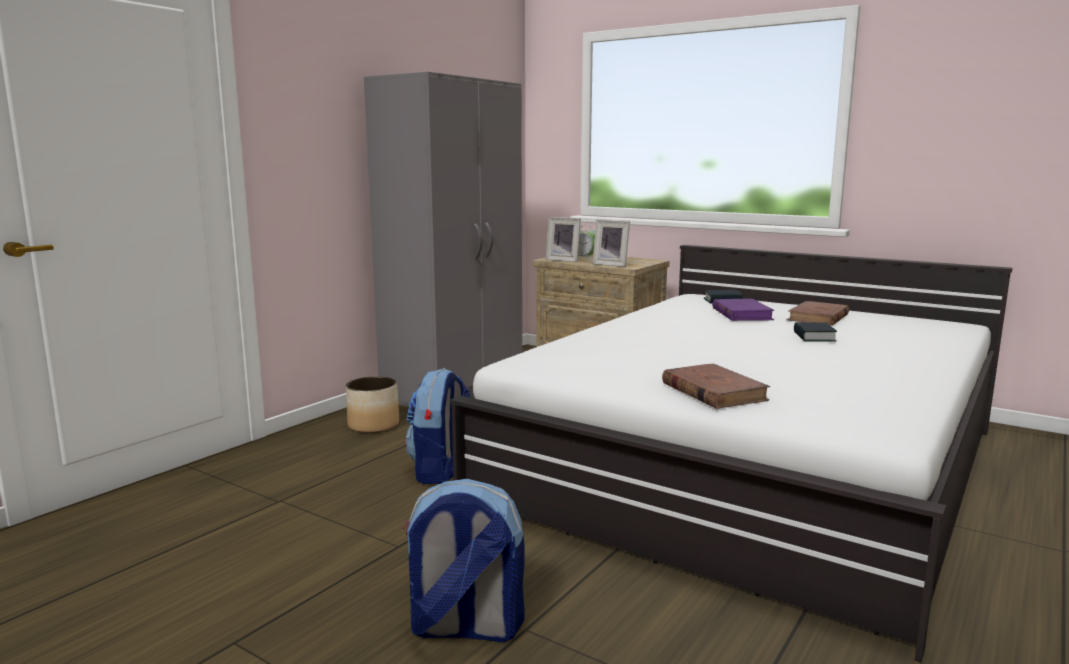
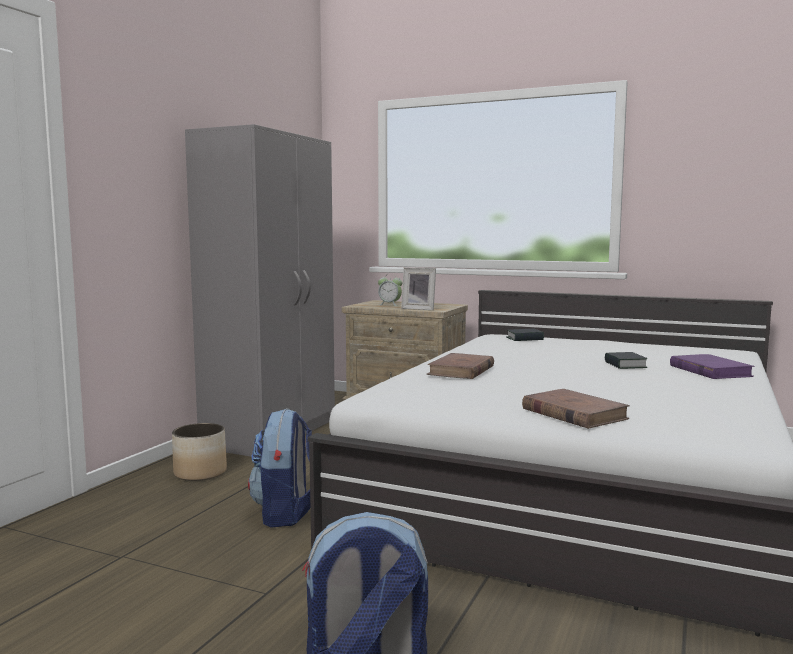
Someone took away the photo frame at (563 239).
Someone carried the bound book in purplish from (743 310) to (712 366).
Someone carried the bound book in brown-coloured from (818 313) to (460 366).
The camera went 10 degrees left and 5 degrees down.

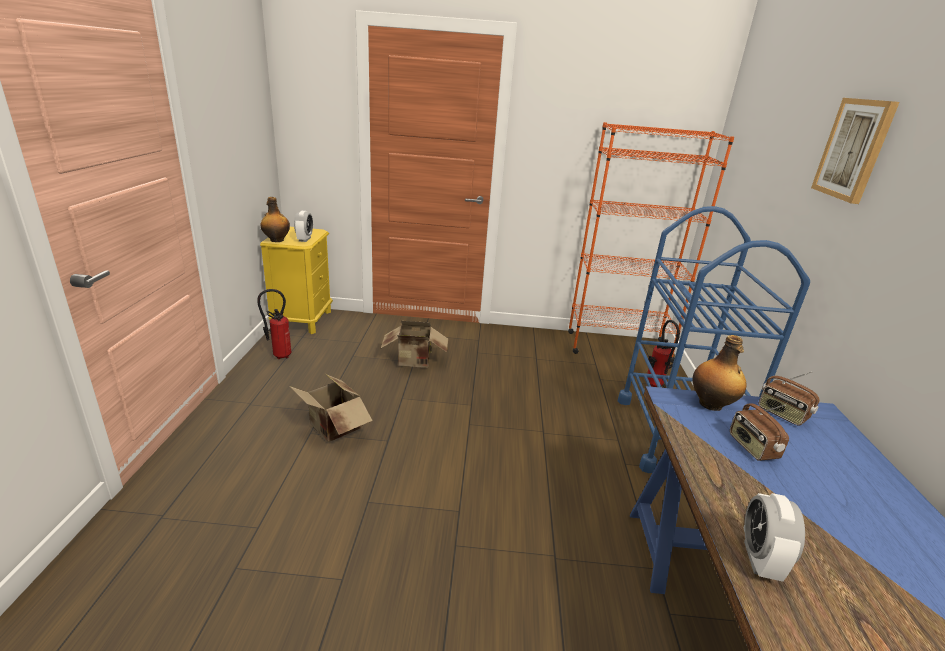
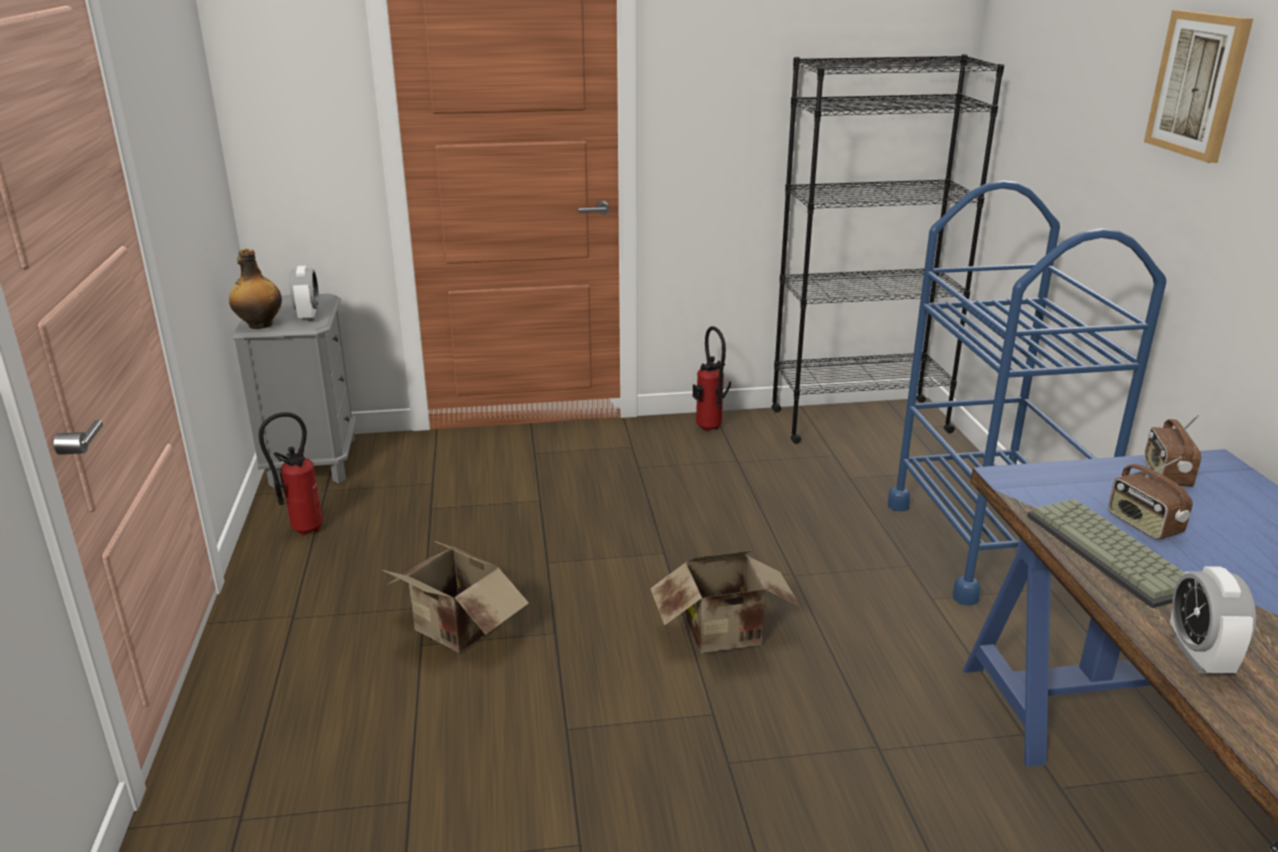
Someone took away the drink bottle at (719 373).
Someone put down the keyboard at (1106 553).
Someone carried the cardboard box from (414 344) to (725 601).
Someone carried the extinguisher from (663 353) to (712 379).
Someone repainted the bedside table in yellow at (296 280), which became the bedside table in grey at (295 390).
Someone repainted the bookshelf in orange at (651 242), which became the bookshelf in black-coloured at (887 249).
Someone rotated the radio set at (789 399) by 60 degrees clockwise.
The camera went 10 degrees left and 0 degrees up.

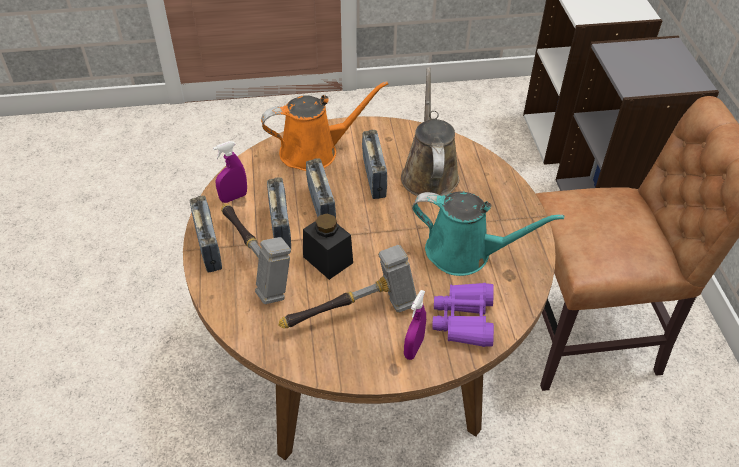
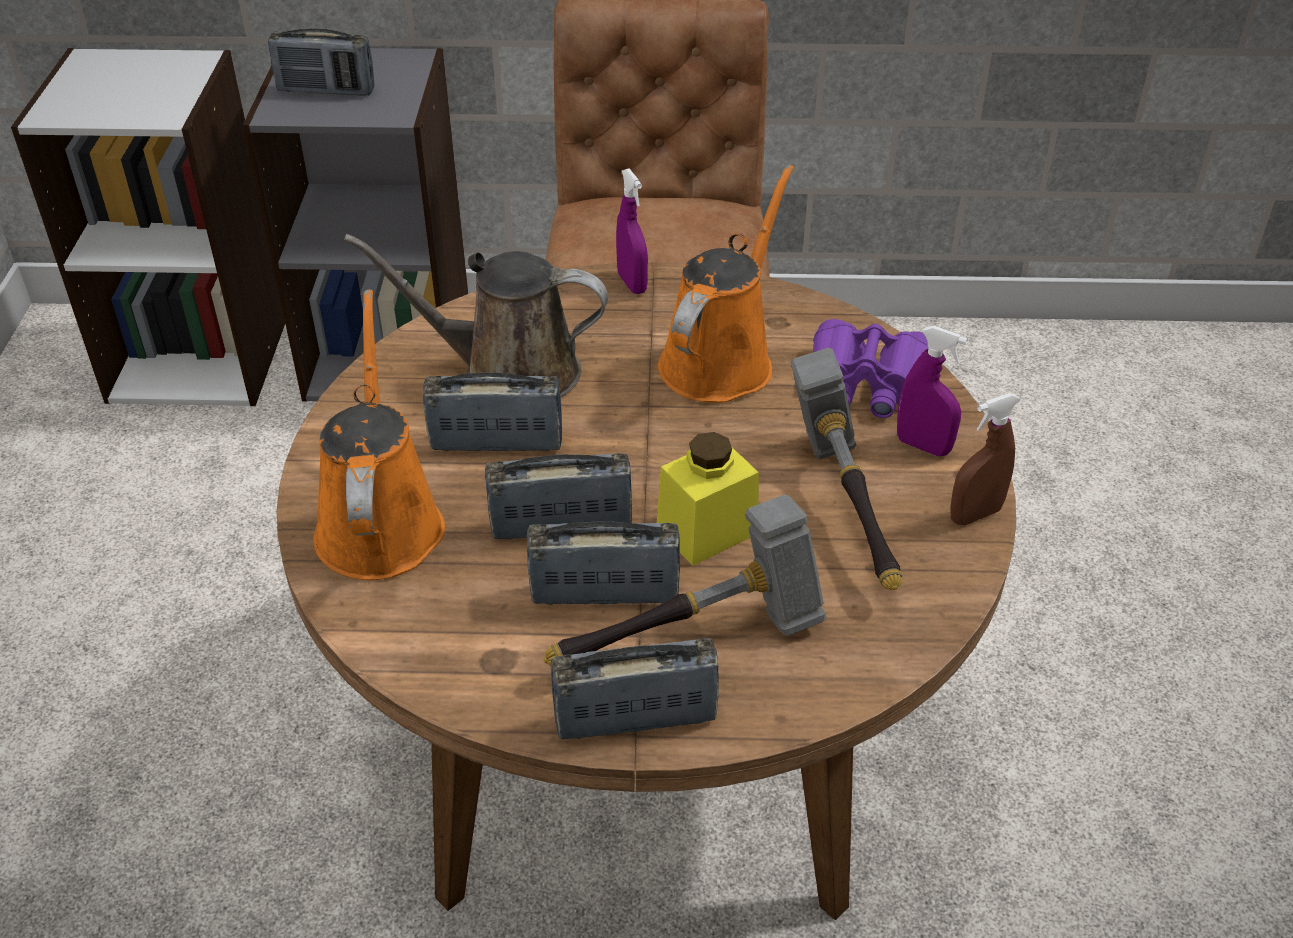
Someone put down the radio set at (321 62).
Someone put down the spray bottle in brown-coloured at (985 459).
Someone carried the spray bottle in purplish from (230 172) to (632 231).
Someone repainted the storage jar in black-coloured at (328 247), which became the storage jar in yellow at (708 499).
Someone repainted the watering pot in turquoise at (488 234), which became the watering pot in orange at (726 284).
The camera went 80 degrees left and 5 degrees down.

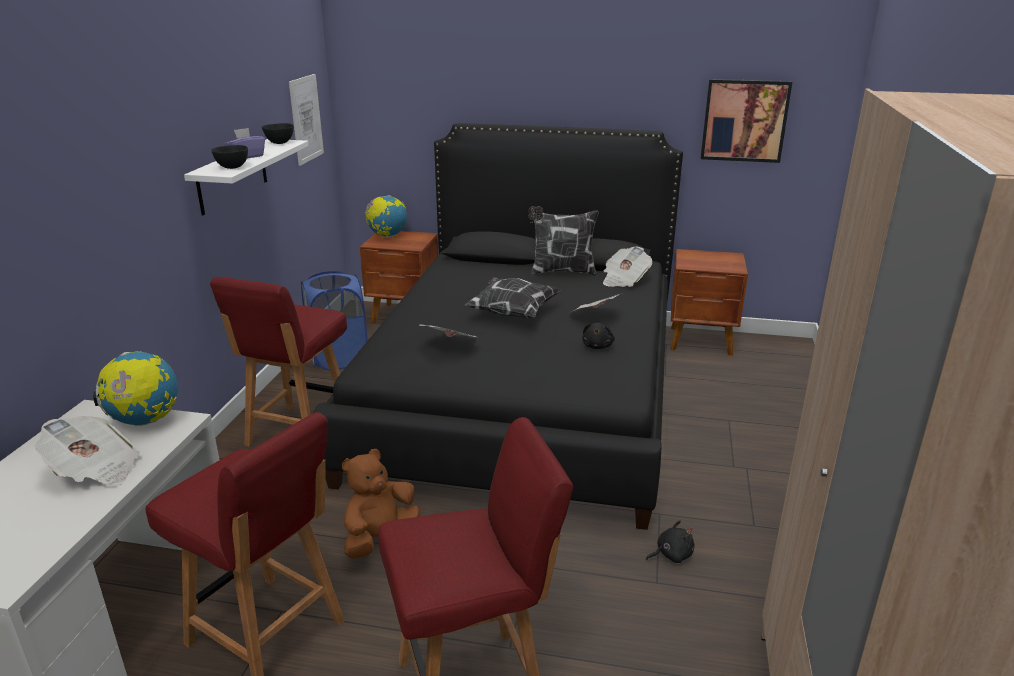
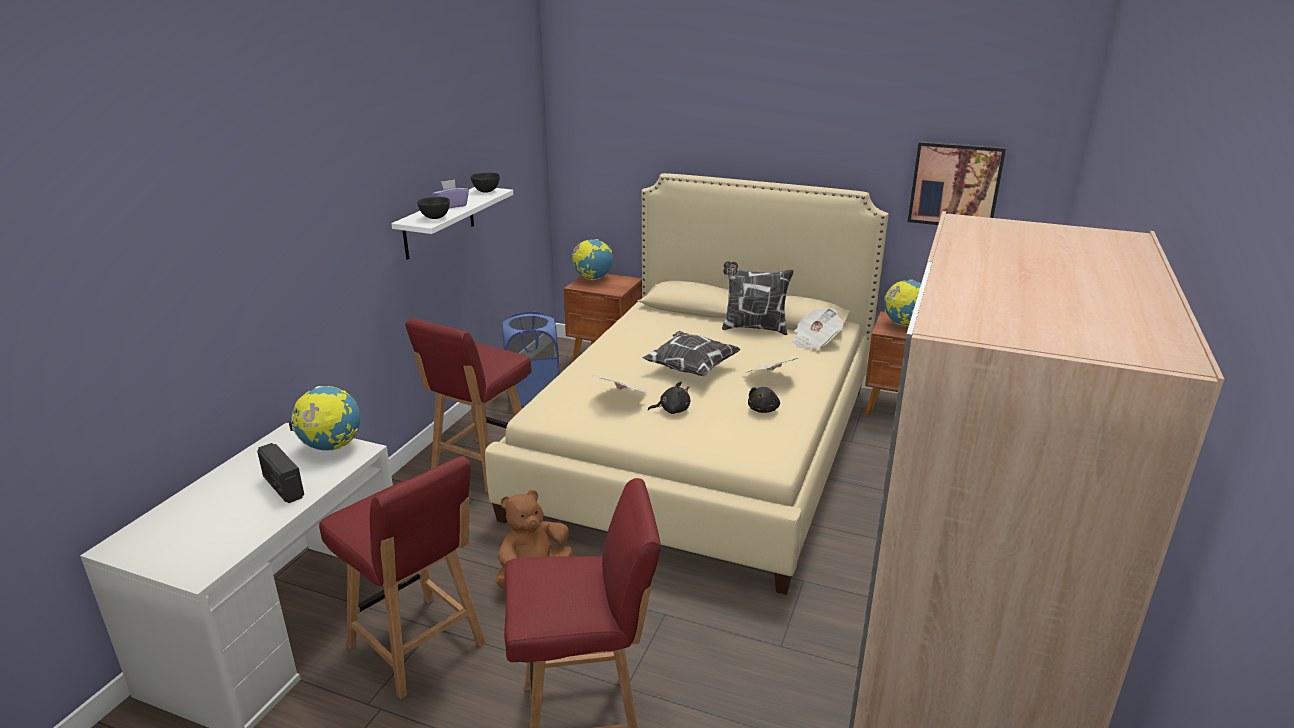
Someone took away the picture at (306 120).
Someone put down the globe at (902 303).
Someone carried the soft toy in black-coloured from (670 541) to (669 397).
Someone swapped the daily paper at (87 451) for the radio set at (280 473).
Someone repainted the bedroom bed in black-coloured at (498 327), which became the bedroom bed in beige at (687 384).
The camera went 10 degrees right and 0 degrees up.

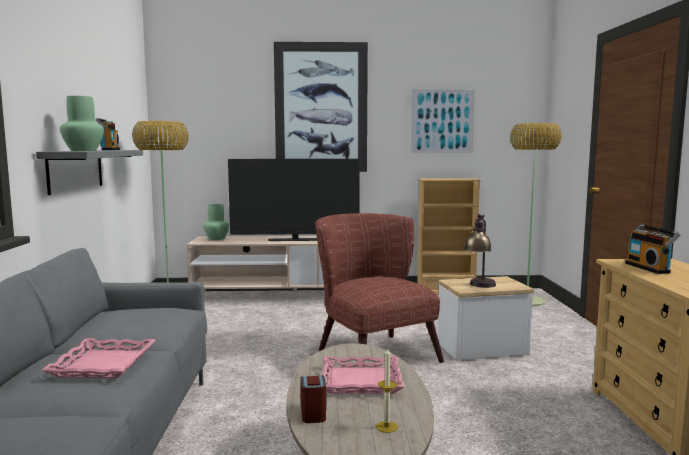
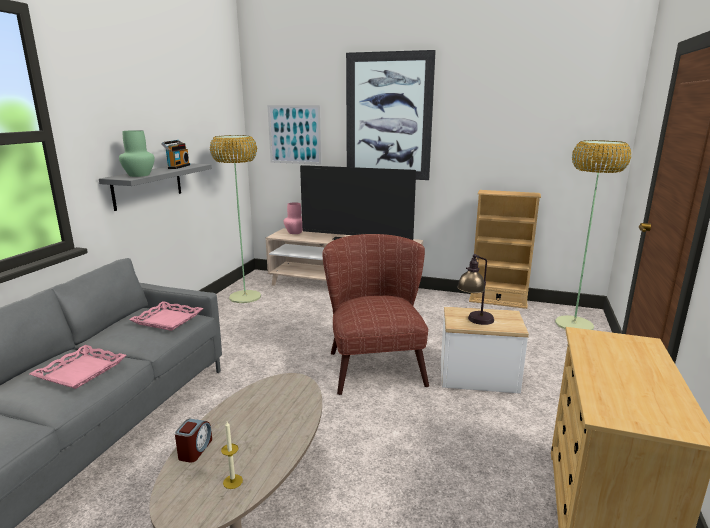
Someone took away the radio set at (652 249).
Someone carried the carrying tray in pink-coloured from (363 375) to (166 316).
Someone carried the picture from (443 121) to (294 135).
Someone repainted the flower vase in green at (216 222), which became the flower vase in pink-coloured at (293 218).
The camera went 20 degrees right and 10 degrees up.

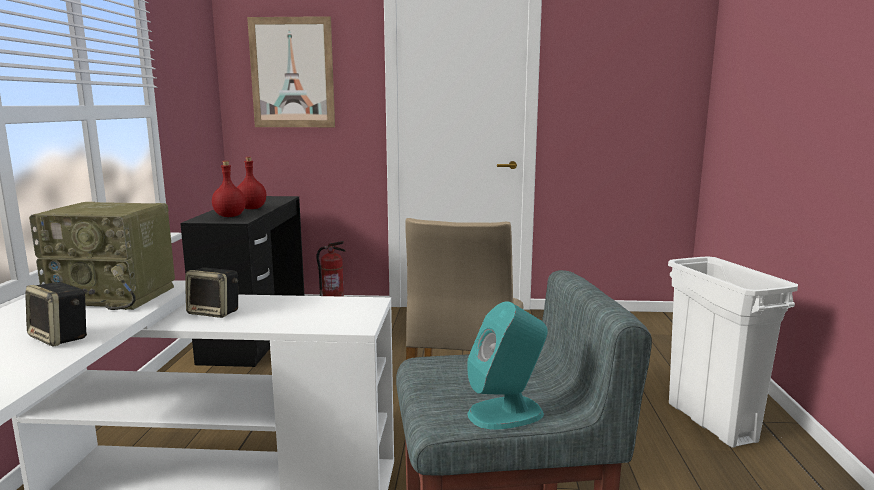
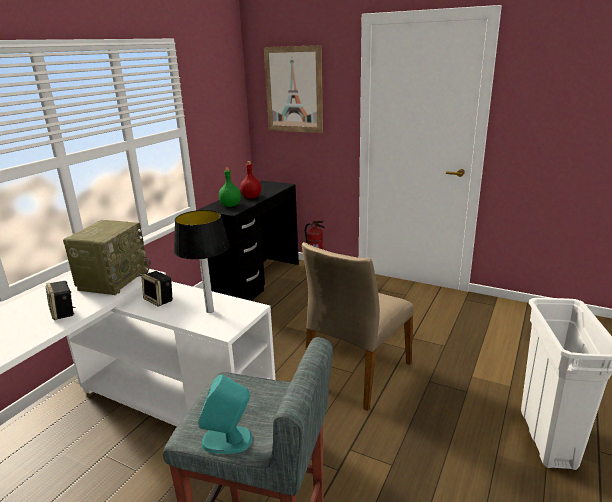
Someone put down the lamp for a table at (202 261).
Someone repainted the drink bottle in red-coloured at (229 189), which became the drink bottle in green at (230 187).
Someone rotated the radio set at (102 256) by 105 degrees counterclockwise.
The camera went 25 degrees right and 10 degrees up.

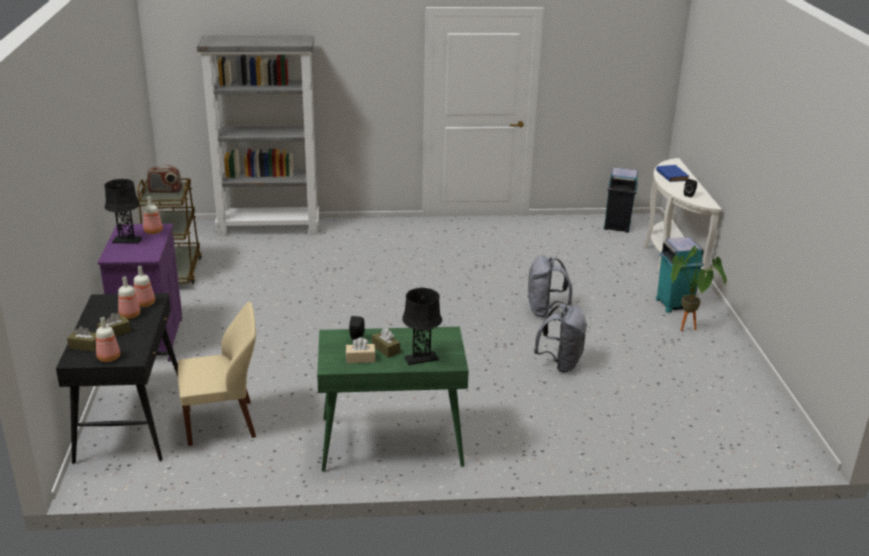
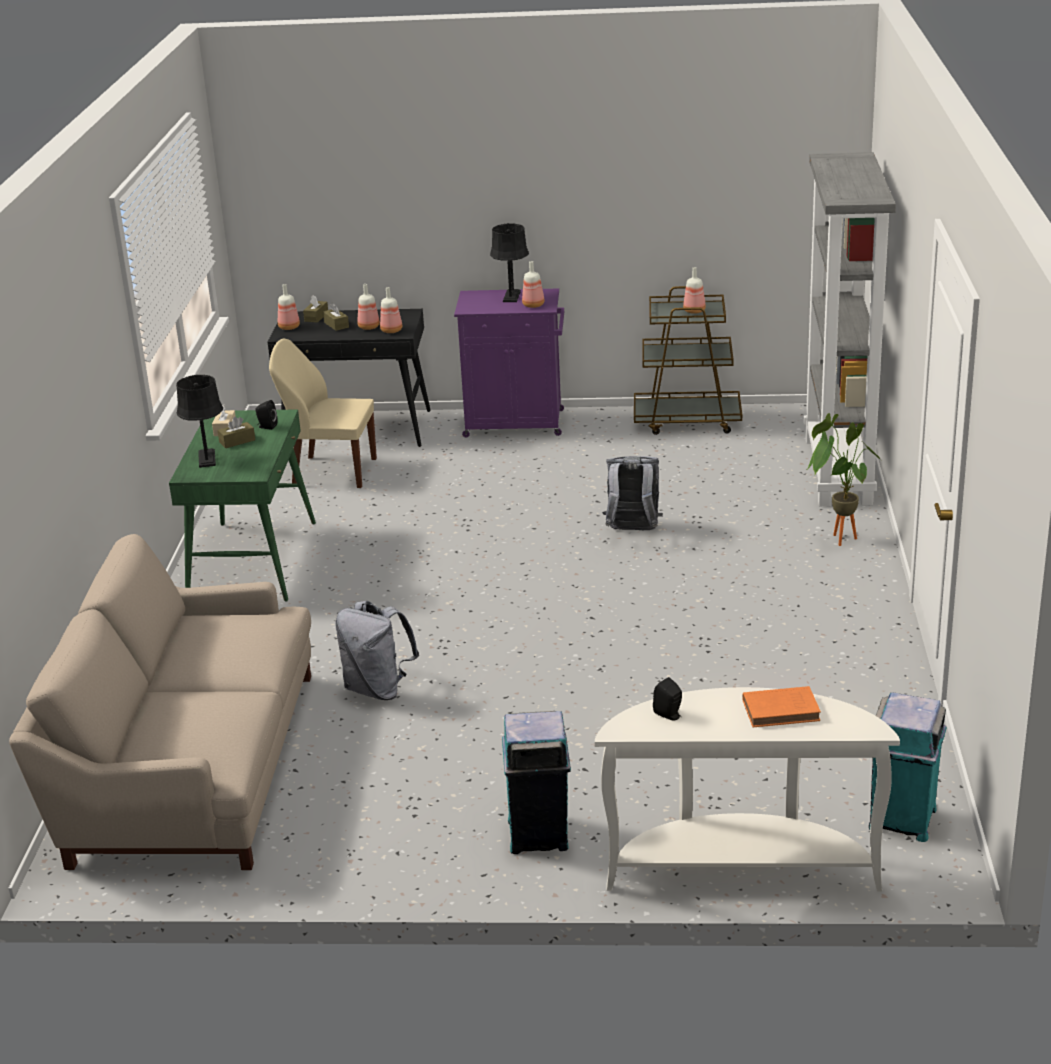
Someone put down the sofa in beige at (160 702).
Someone carried the knapsack in grey from (550 286) to (632 493).
Someone carried the houseplant from (699 288) to (843 479).
Someone swapped the radio set at (164 179) for the drink bottle at (694 290).
Someone repainted the bound book in bluish at (672 173), which became the bound book in orange at (782 706).
Someone rotated the plain chair in beige at (217 374) by 105 degrees clockwise.
The camera went 100 degrees right and 0 degrees up.

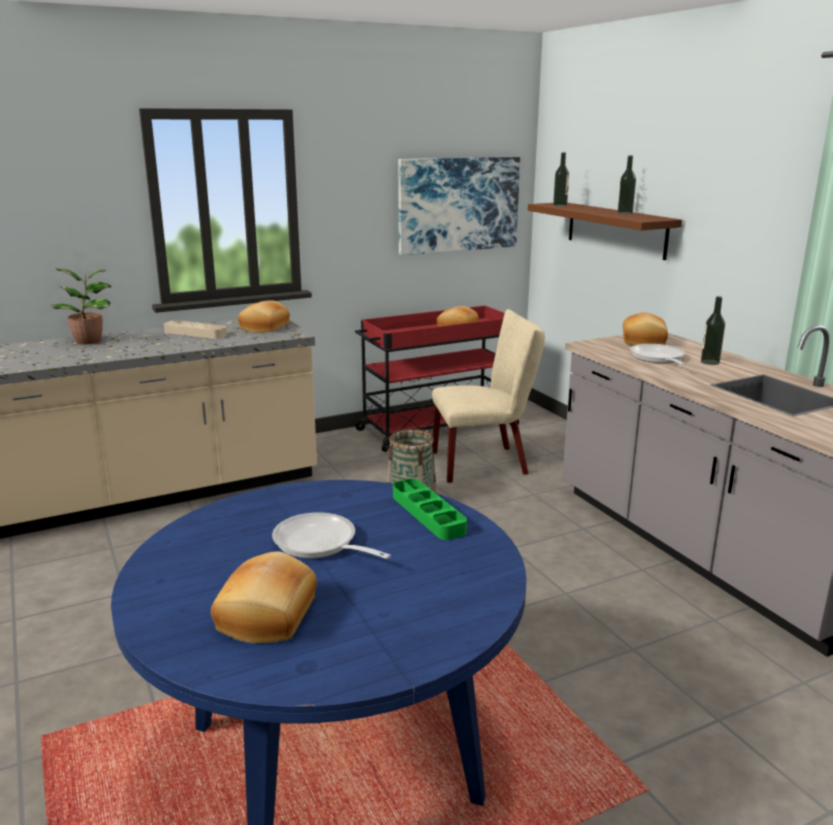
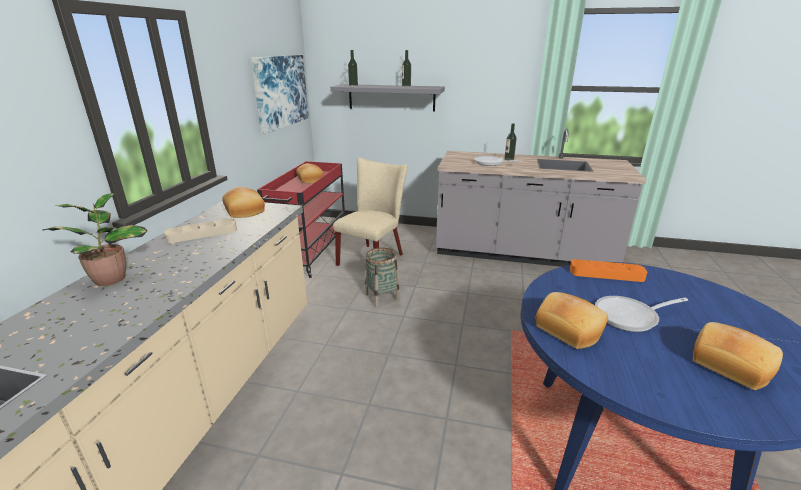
Someone carried the baked bread from (645 329) to (572 320).
Someone repainted the carrying tray in green at (430 509), which became the carrying tray in orange at (608 270).
Someone repainted the wall shelf in brown-coloured at (605 231), which became the wall shelf in grey at (387 97).
The camera went 50 degrees left and 5 degrees up.

